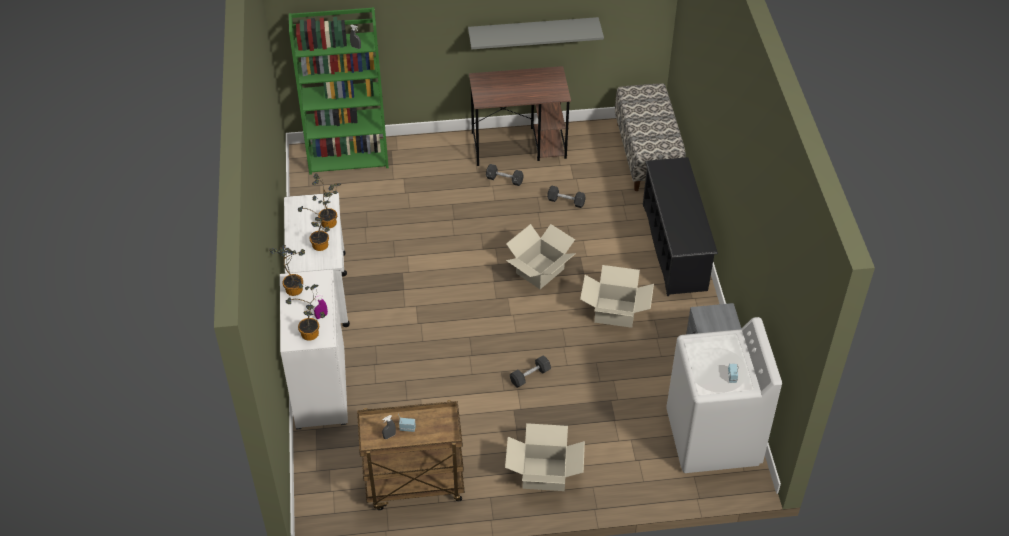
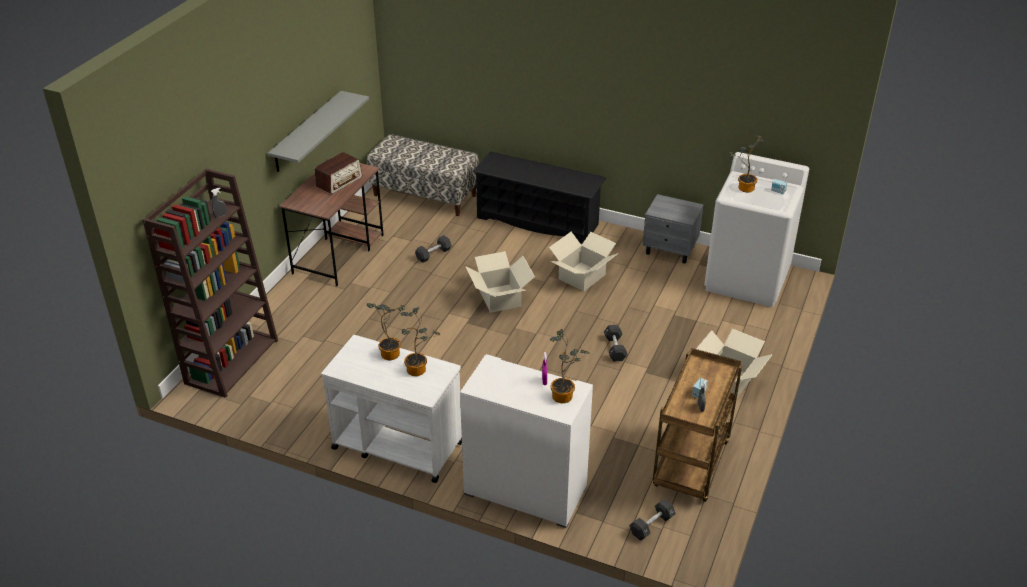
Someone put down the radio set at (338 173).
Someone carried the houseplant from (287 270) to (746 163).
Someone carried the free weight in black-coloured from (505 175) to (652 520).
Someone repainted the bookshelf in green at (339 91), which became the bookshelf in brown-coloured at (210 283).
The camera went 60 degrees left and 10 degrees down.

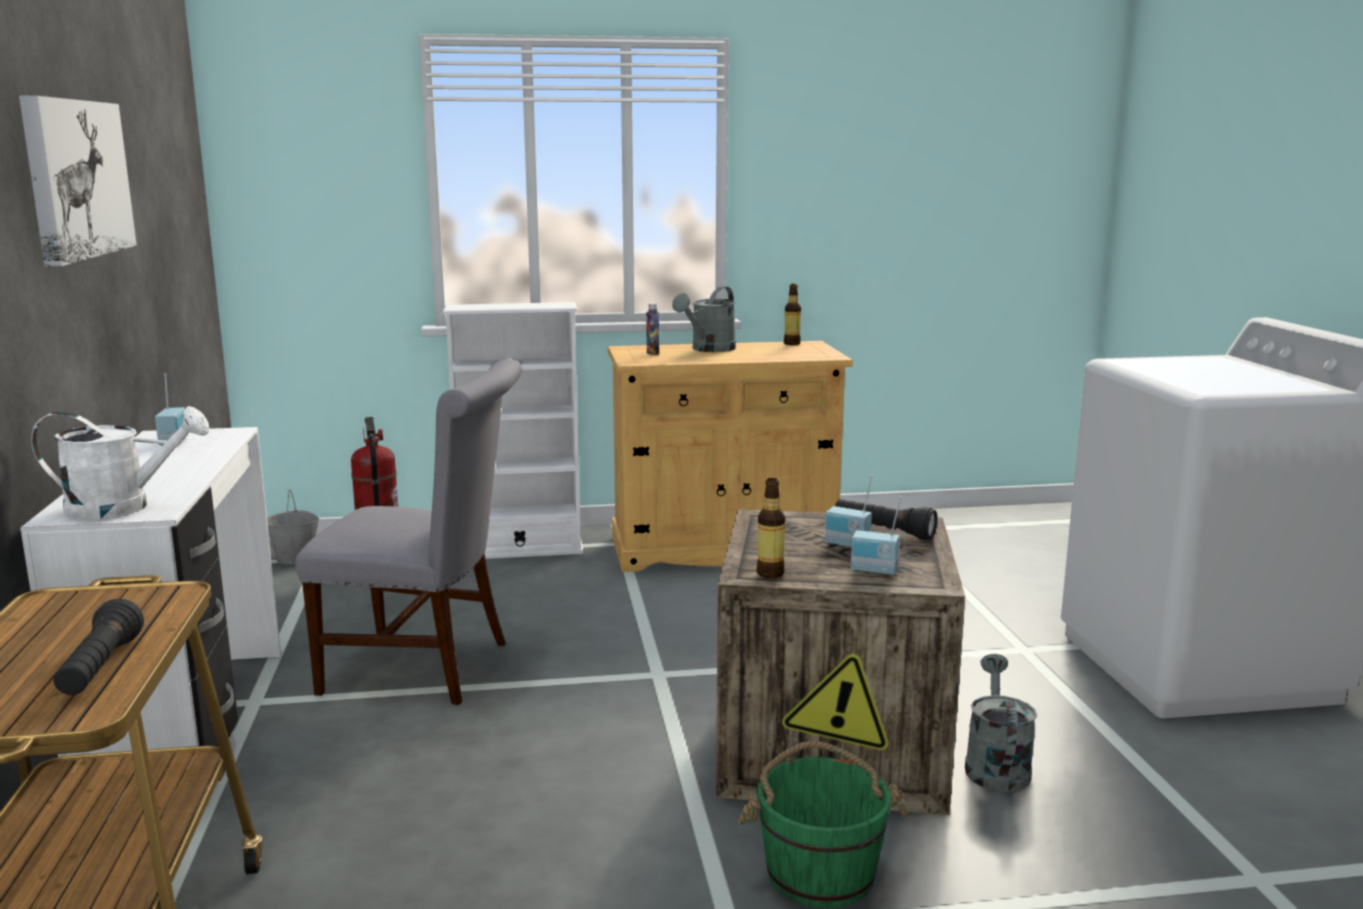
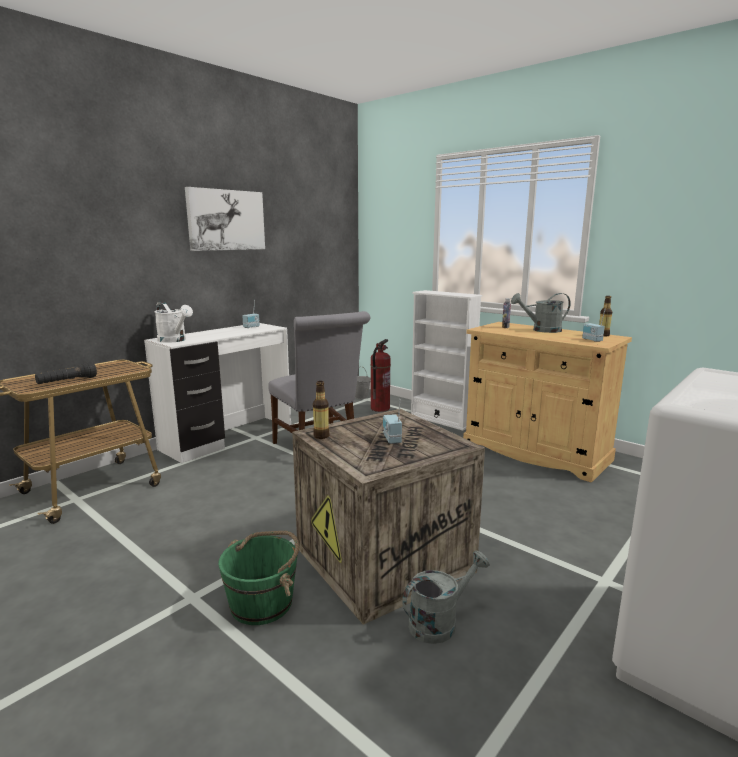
Someone took away the flashlight in black-coloured at (886 519).
Someone carried the radio set from (876 535) to (594 325).
The camera went 50 degrees right and 0 degrees up.

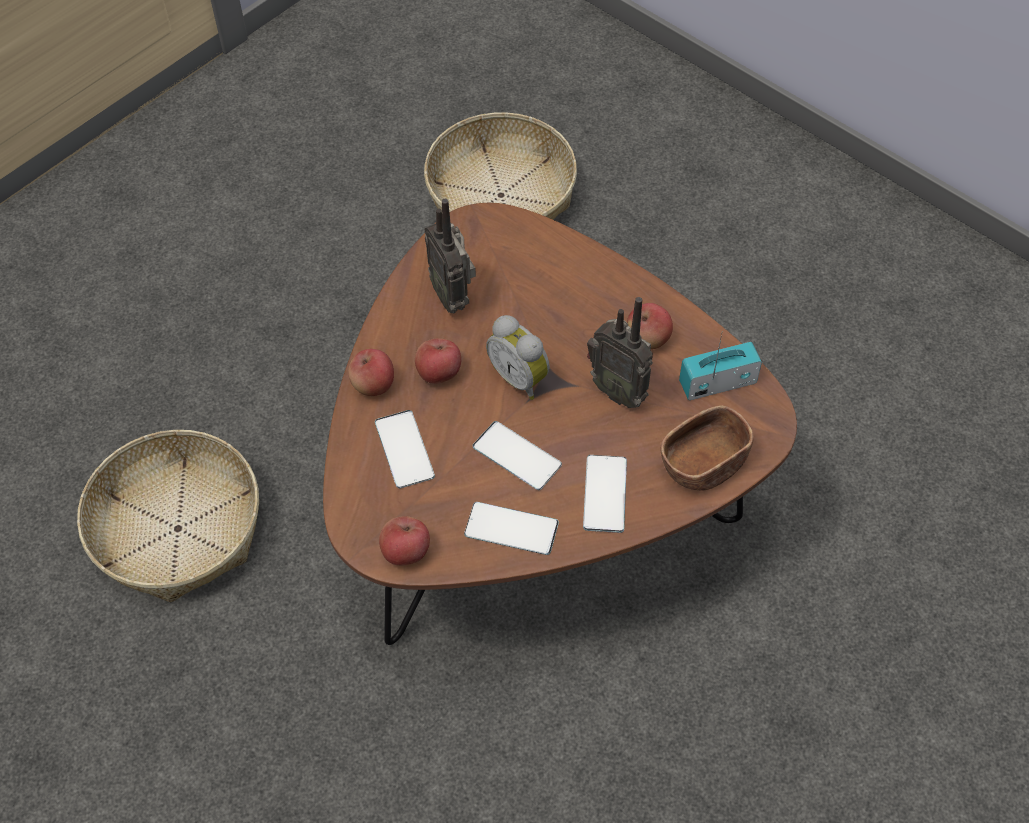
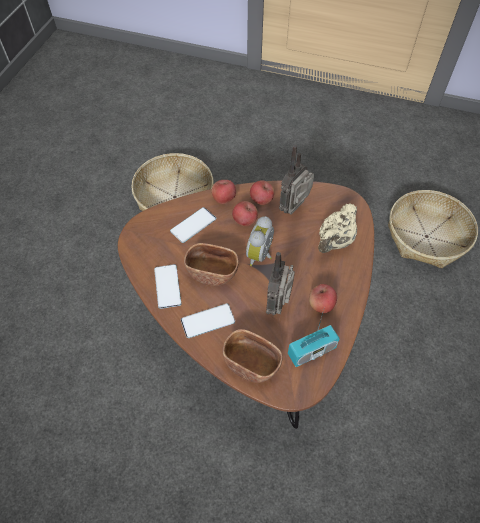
Someone put down the tea pot in beige at (337 228).
Someone carried the apple from (404 541) to (262 192).
Someone swapped the phone at (517 455) for the bowl in brown-coloured at (211 264).
Someone rotated the radio set at (720 367) by 105 degrees clockwise.
The camera went 65 degrees right and 0 degrees up.

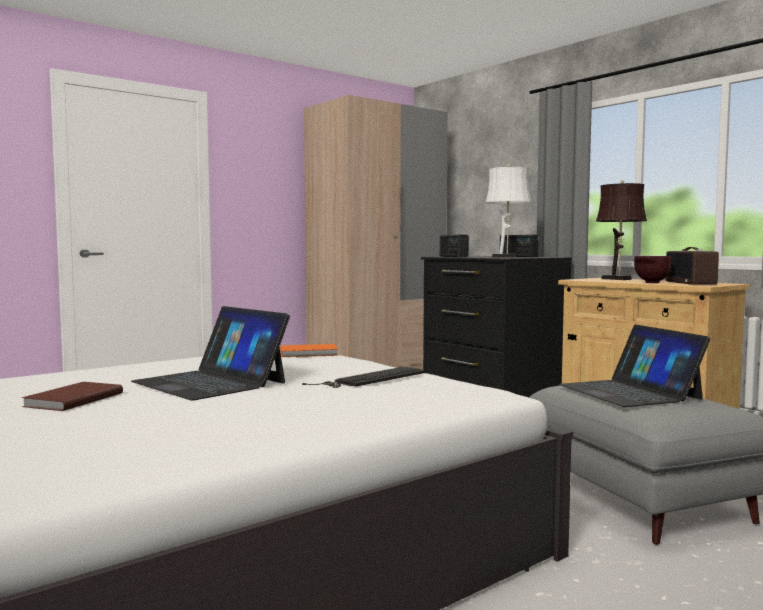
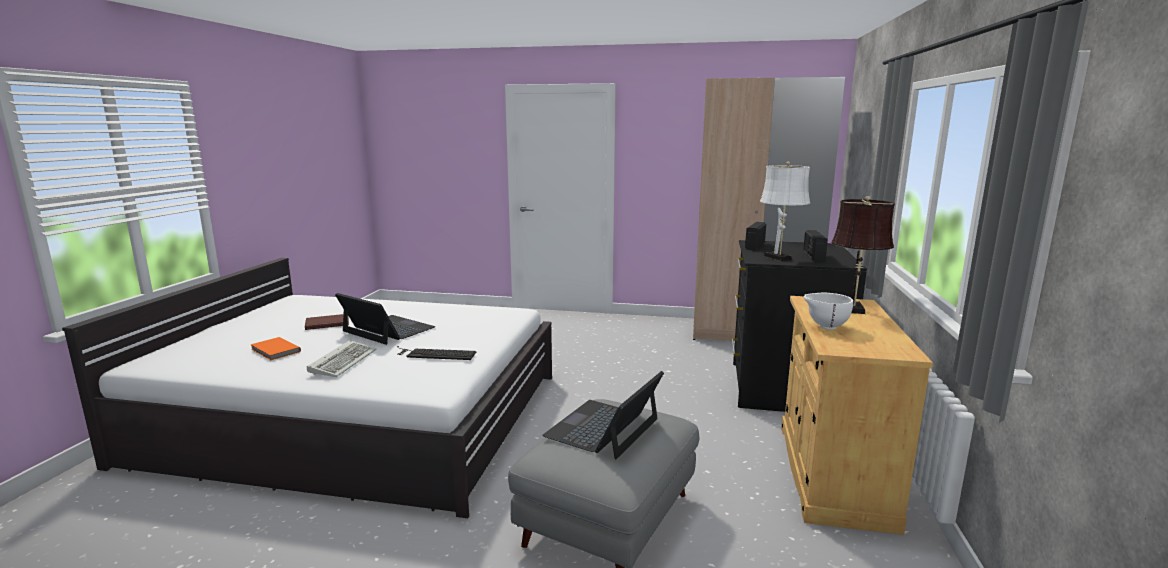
Someone took away the radio set at (692 266).
Someone put down the keyboard at (341 358).
Someone carried the bound book in orange from (309 350) to (275 348).
Someone repainted the bowl in brown-coloured at (653 269), which became the bowl in white-coloured at (828 311).
Someone rotated the portable computer at (210 353) by 120 degrees clockwise.
The camera went 50 degrees right and 10 degrees up.

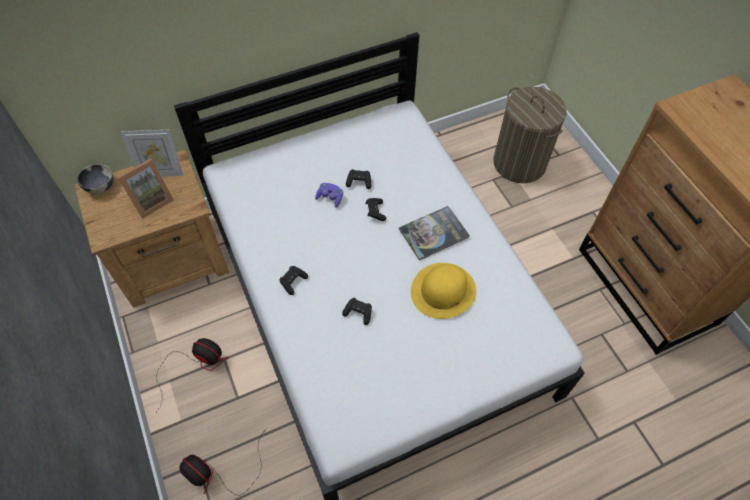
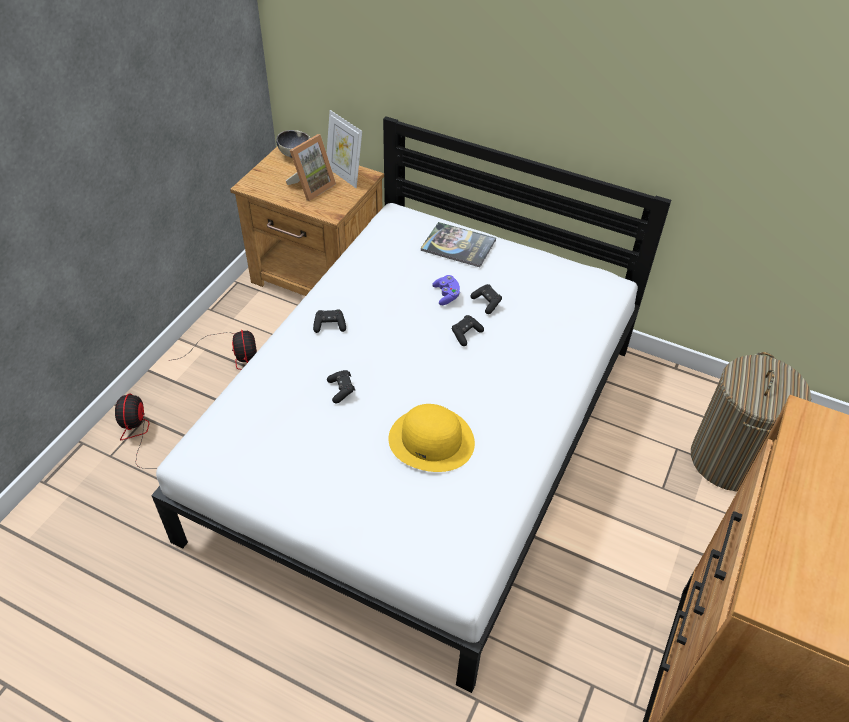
Someone carried the bound book from (434 233) to (458 244).
Someone rotated the photo frame at (145 188) by 60 degrees counterclockwise.
The camera went 50 degrees right and 10 degrees down.

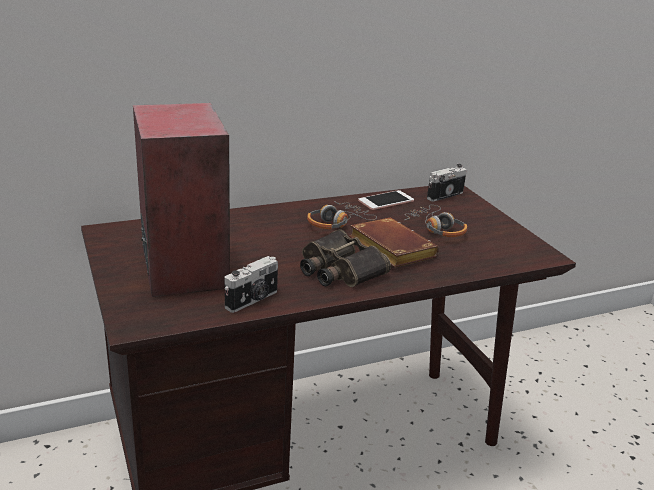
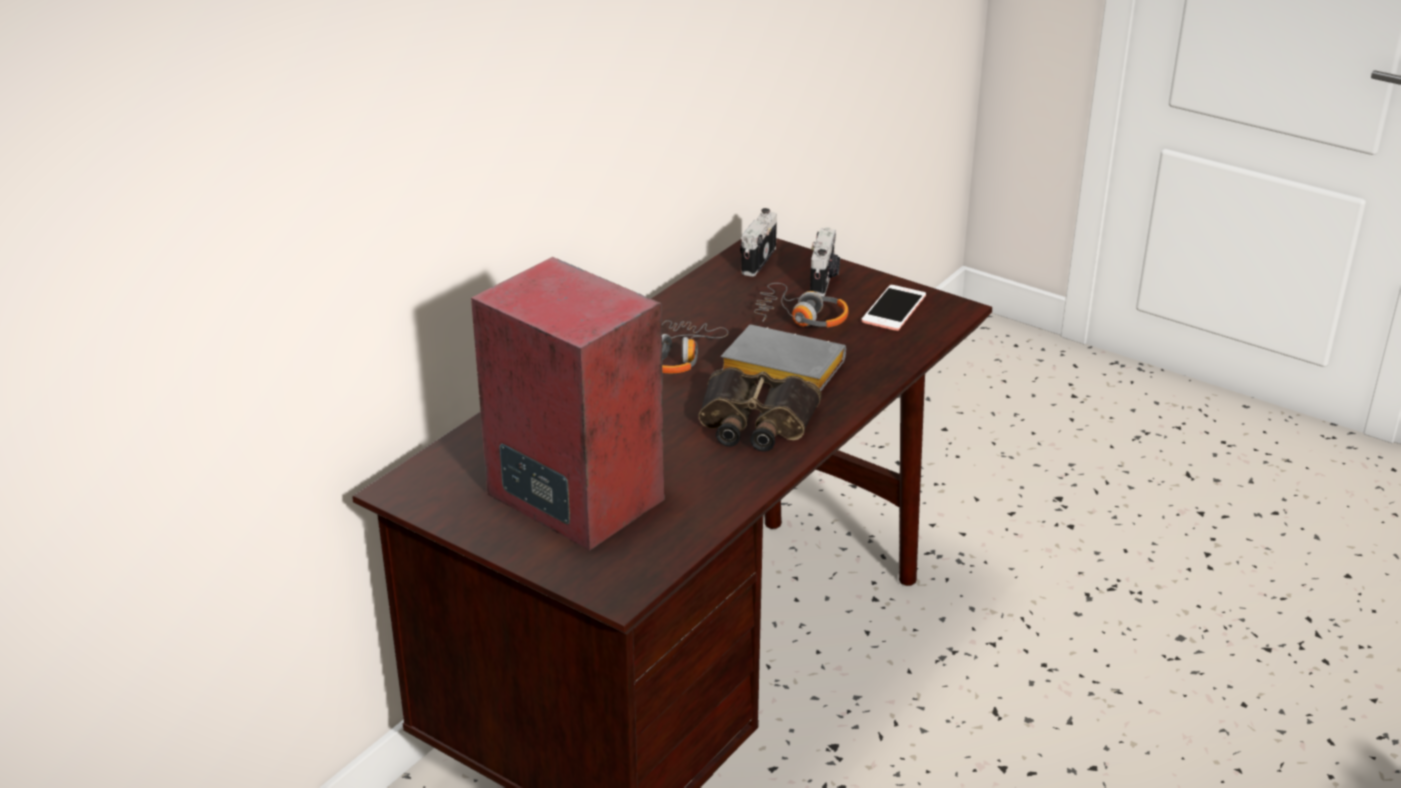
Someone carried the still camera from (251 284) to (825 261).
Someone carried the phone from (386 200) to (894 308).
Someone repainted the bound book in brown-coloured at (394 243), which became the bound book in grey at (783 357).
The camera went 30 degrees left and 5 degrees up.

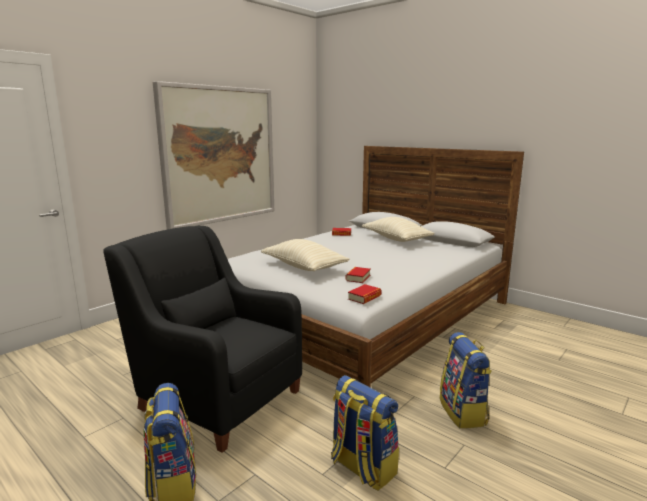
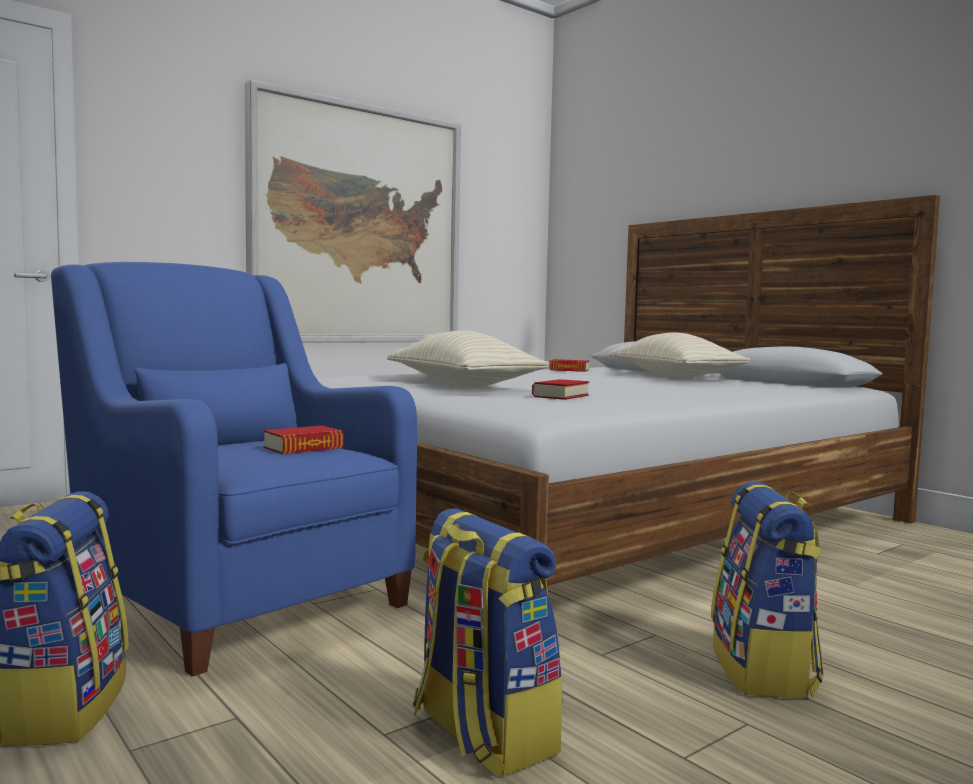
Someone carried the bound book from (364 294) to (304 440).
Someone repainted the armchair in black-coloured at (202 339), which became the armchair in bluish at (234 469).
The camera went 10 degrees right and 10 degrees down.

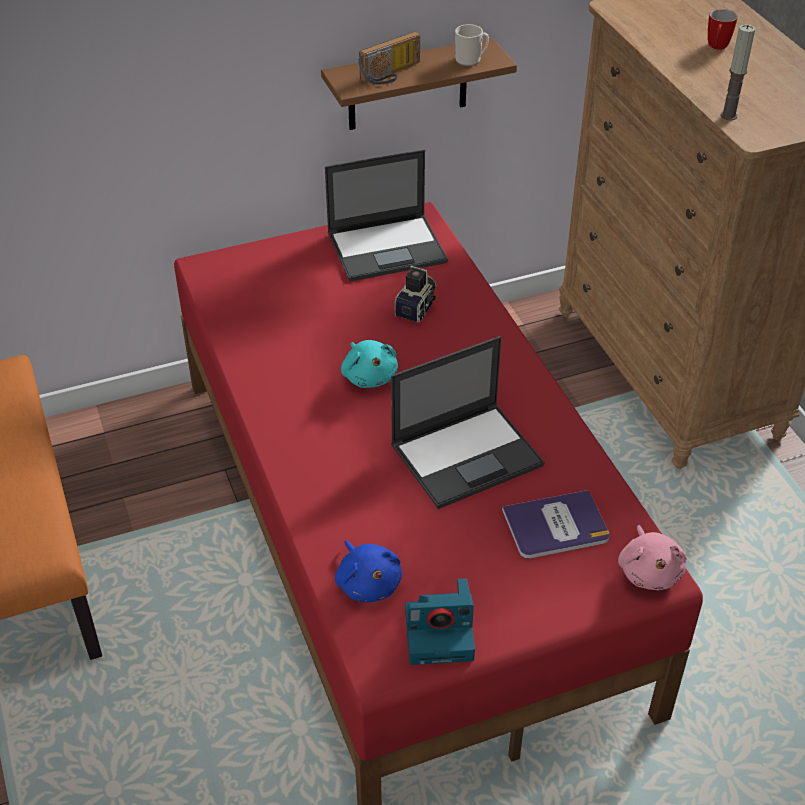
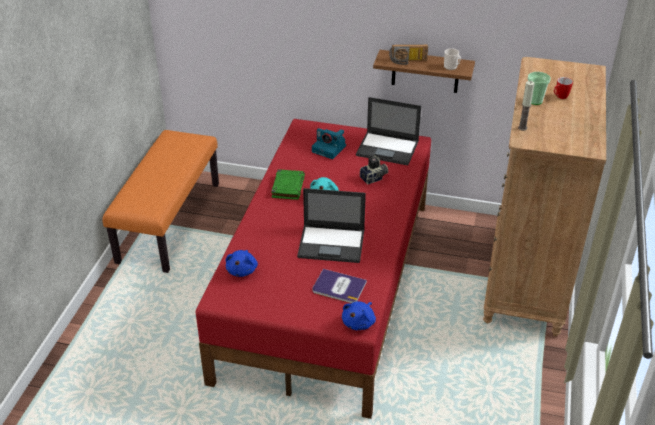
Someone put down the bound book in green at (288 184).
Someone put down the drinking cup at (539 88).
Someone carried the still camera from (440 621) to (329 143).
Someone repainted the soft toy in pink-coloured at (652 557), which became the soft toy in bluish at (359 315).
The camera went 35 degrees right and 5 degrees down.

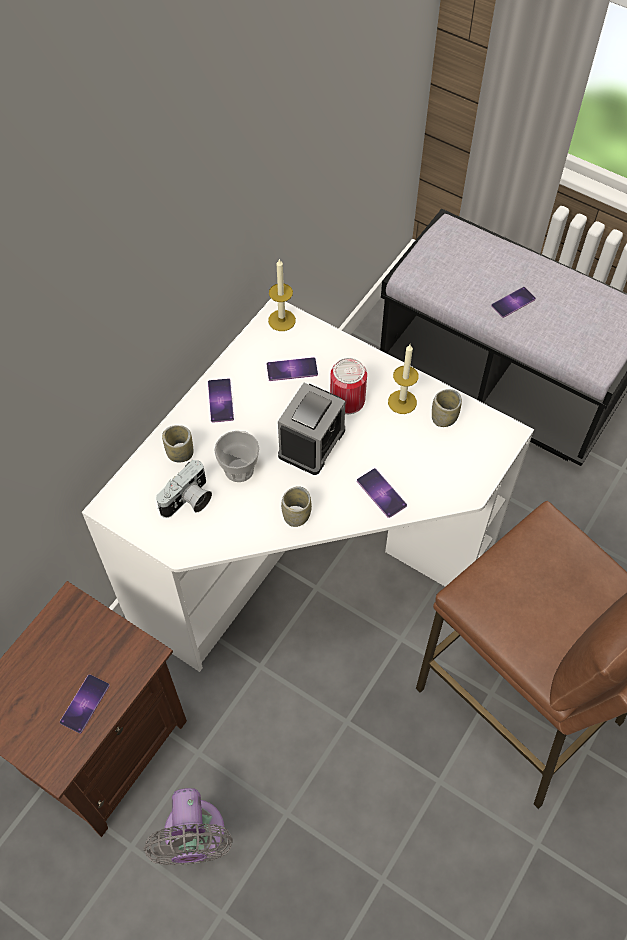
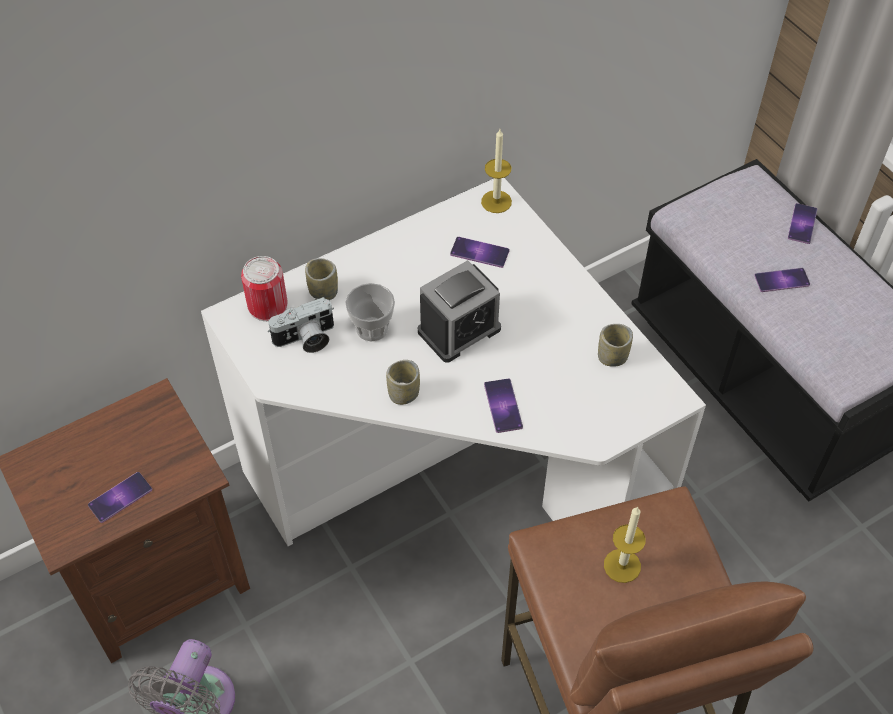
Someone carried the phone from (221 400) to (802 223).
Someone carried the sealed can from (348 386) to (264 288).
Someone carried the wax light from (403 379) to (625 544).
The camera went 25 degrees right and 5 degrees down.

